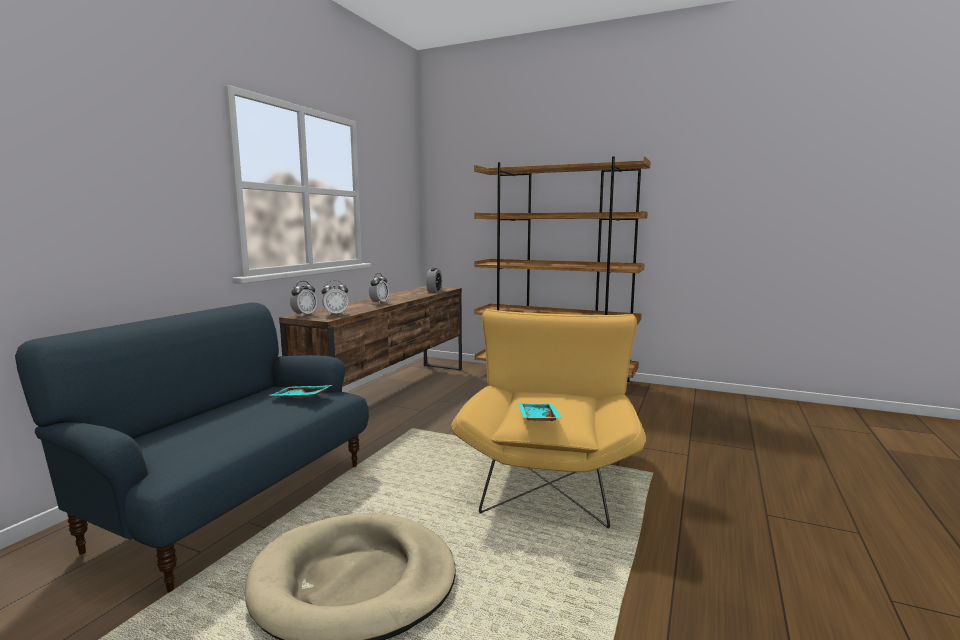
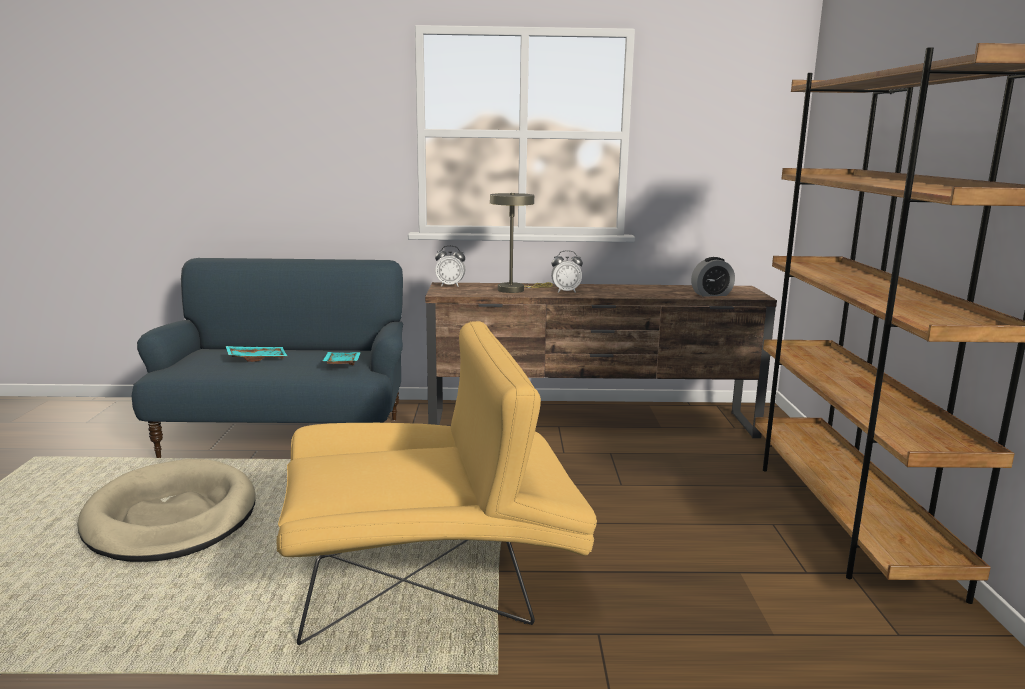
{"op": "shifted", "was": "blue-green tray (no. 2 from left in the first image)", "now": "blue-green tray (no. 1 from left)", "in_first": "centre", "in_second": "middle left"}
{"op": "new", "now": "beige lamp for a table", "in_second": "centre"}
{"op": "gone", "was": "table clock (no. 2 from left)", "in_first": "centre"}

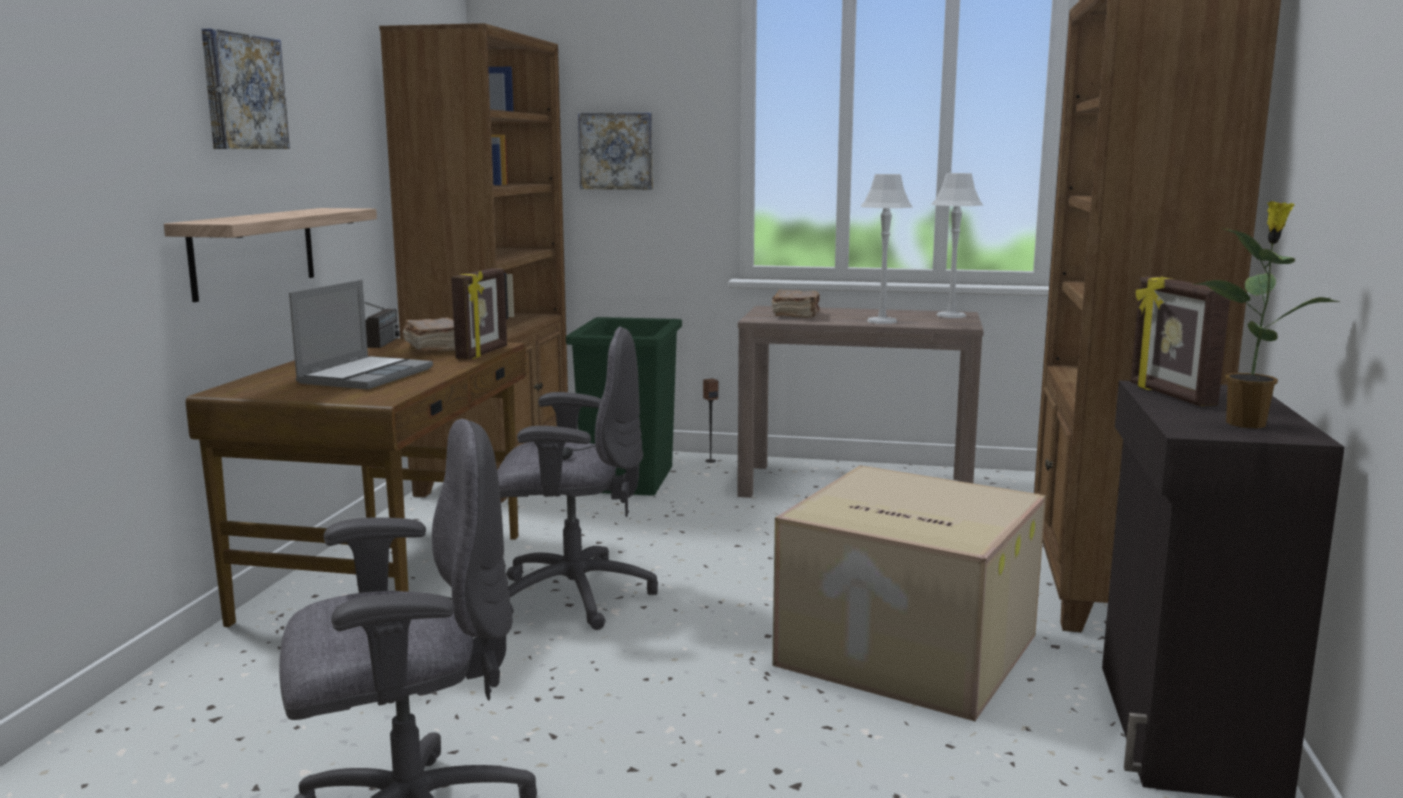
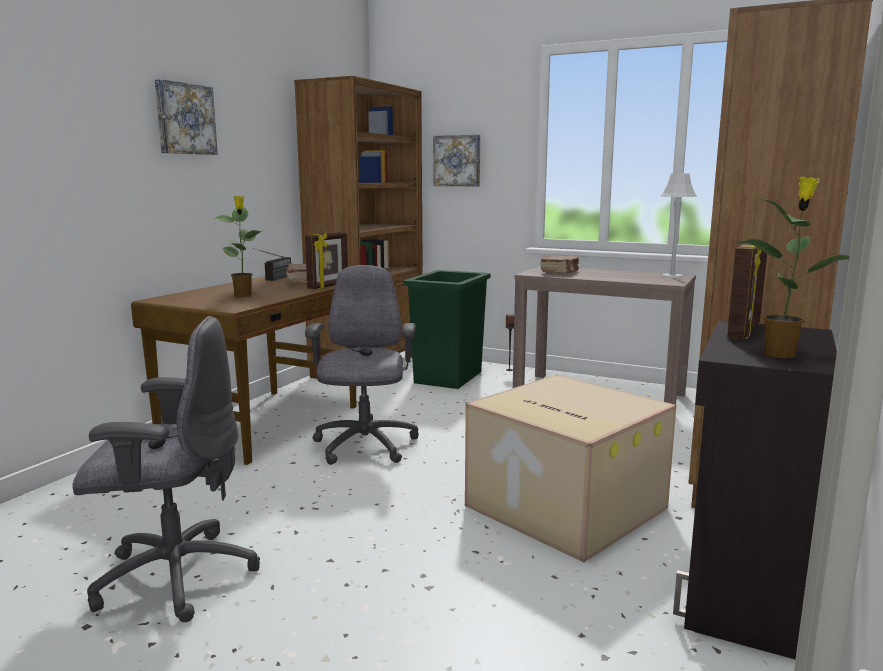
{"op": "swapped", "was": "notebook computer", "now": "houseplant (no. 1 from left)", "in_first": "middle left", "in_second": "middle left"}
{"op": "rotated", "was": "grey desk chair (no. 2 from left)", "in_first": "centre", "in_second": "centre", "clockwise": -105}
{"op": "rotated", "was": "photo frame (no. 2 from left)", "in_first": "middle right", "in_second": "middle right", "clockwise": -150}
{"op": "gone", "was": "shelf", "in_first": "top left"}
{"op": "gone", "was": "grey lamp for a table (no. 1 from left)", "in_first": "top centre"}

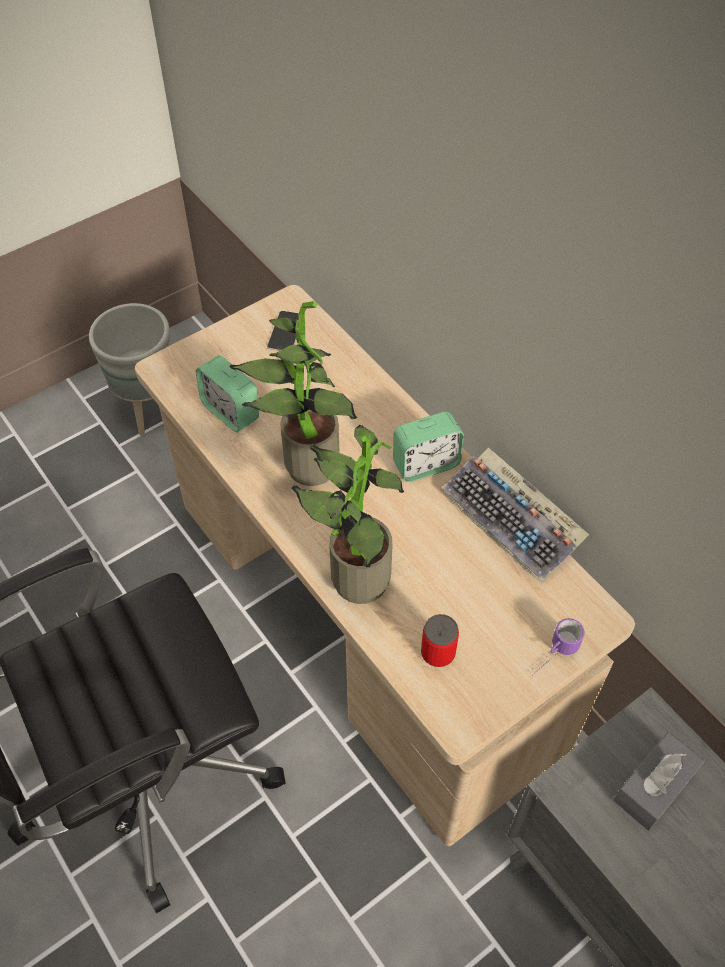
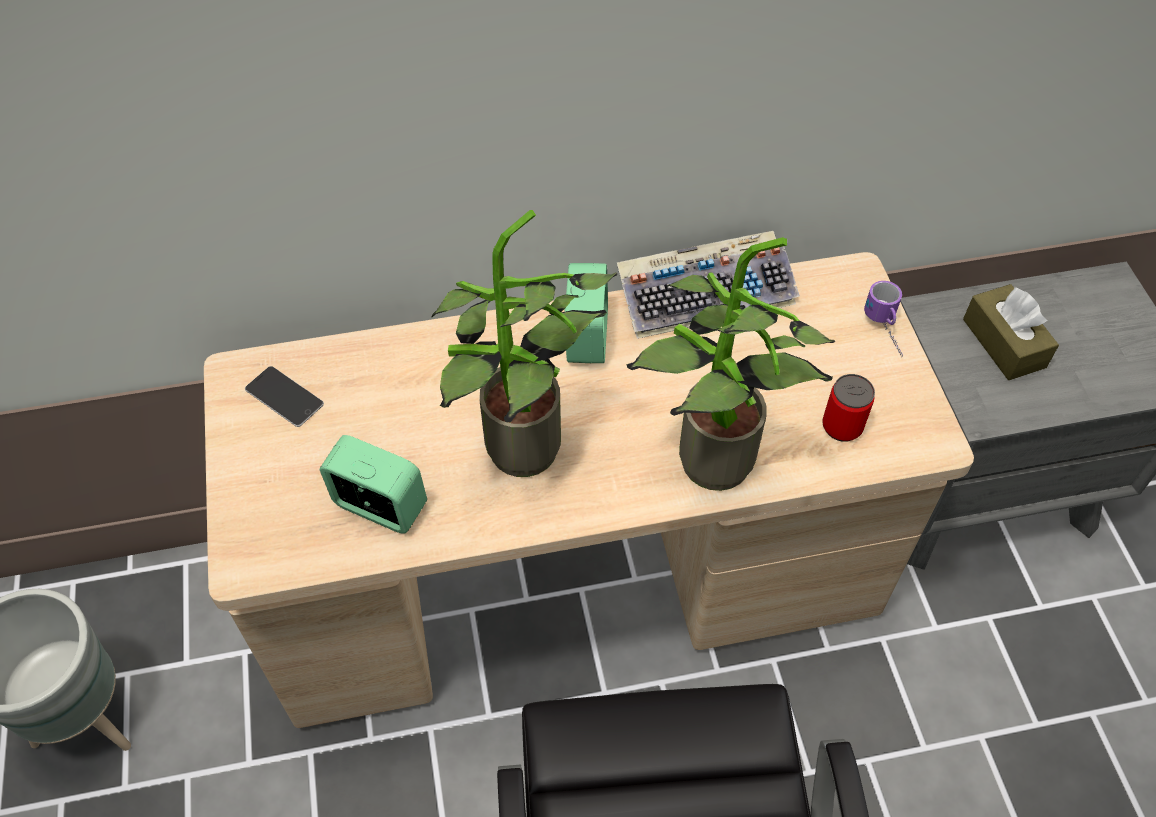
{"op": "rotated", "was": "table clock (no. 1 from left)", "in_first": "middle left", "in_second": "middle left", "clockwise": -135}
{"op": "repainted", "was": "grey box of tissues", "now": "brownish box of tissues", "in_first": "bottom right", "in_second": "middle right"}

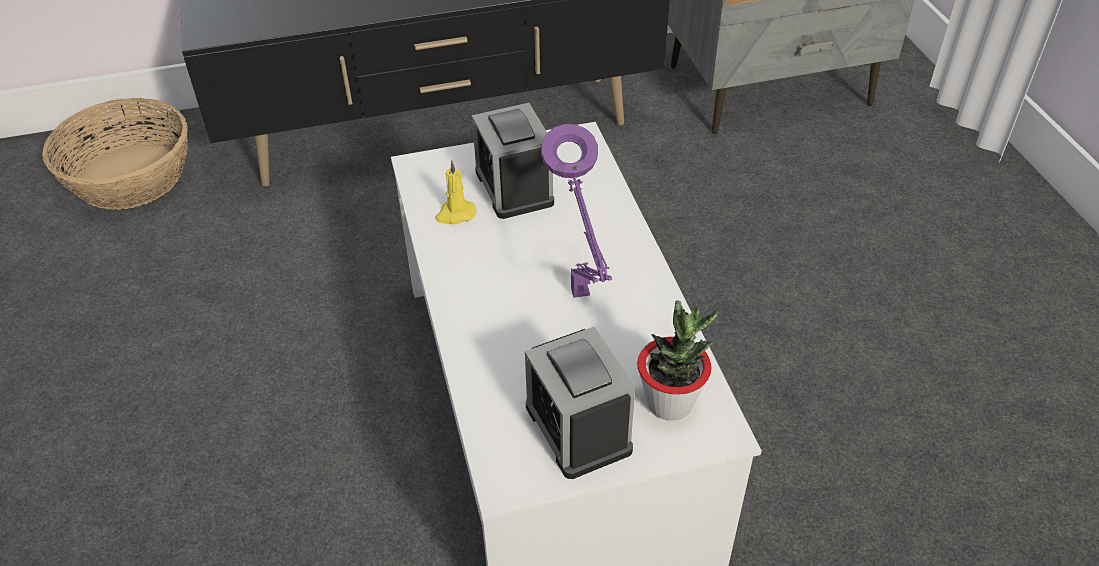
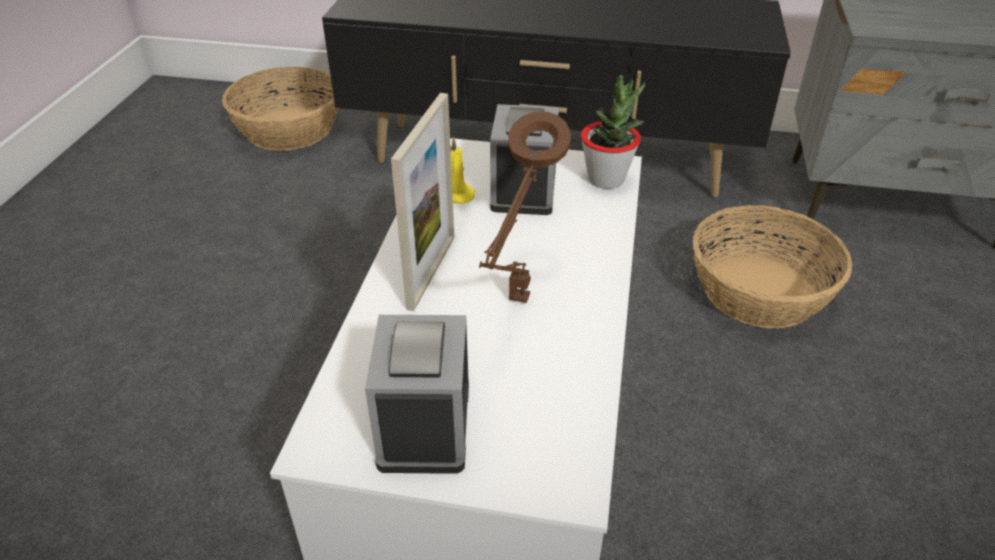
{"op": "new", "now": "photo frame", "in_second": "centre"}
{"op": "repainted", "was": "purple lamp for a table", "now": "brownish lamp for a table", "in_first": "centre", "in_second": "centre"}
{"op": "shifted", "was": "houseplant", "in_first": "centre", "in_second": "top centre"}
{"op": "new", "now": "storage basket (no. 2 from left)", "in_second": "middle right"}

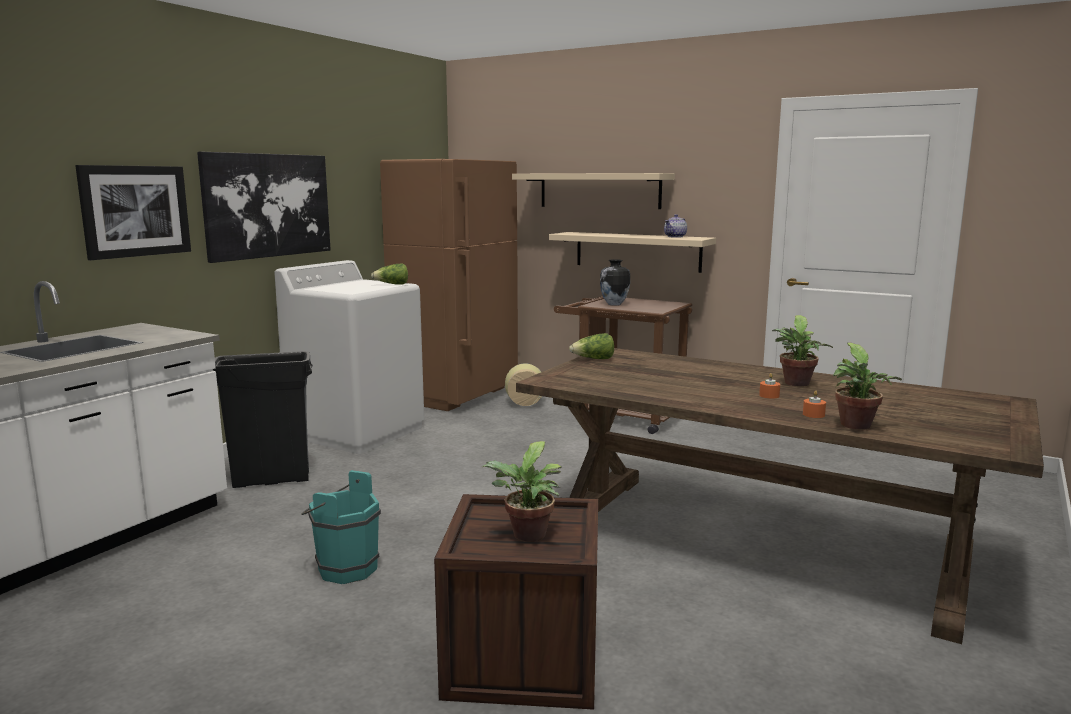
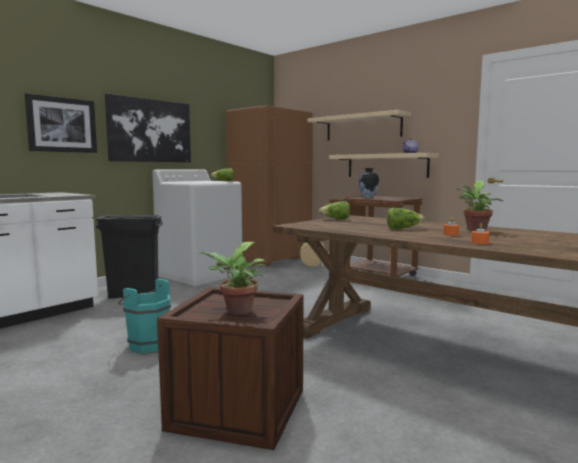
{"op": "new", "now": "lettuce head (no. 3 from left)", "in_second": "middle right"}
{"op": "gone", "was": "houseplant (no. 3 from left)", "in_first": "middle right"}

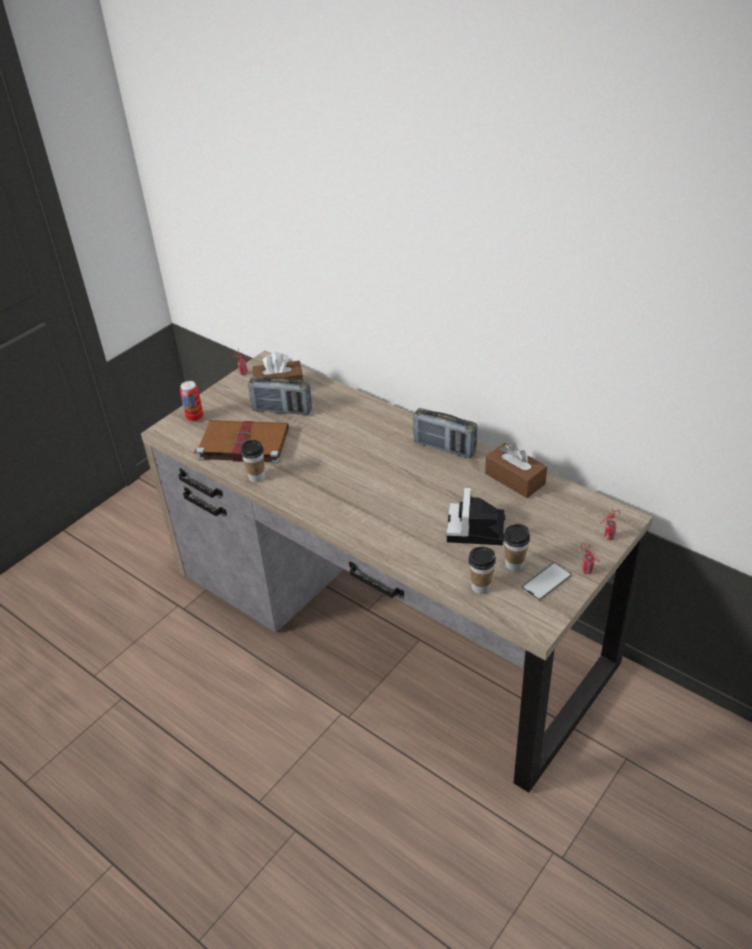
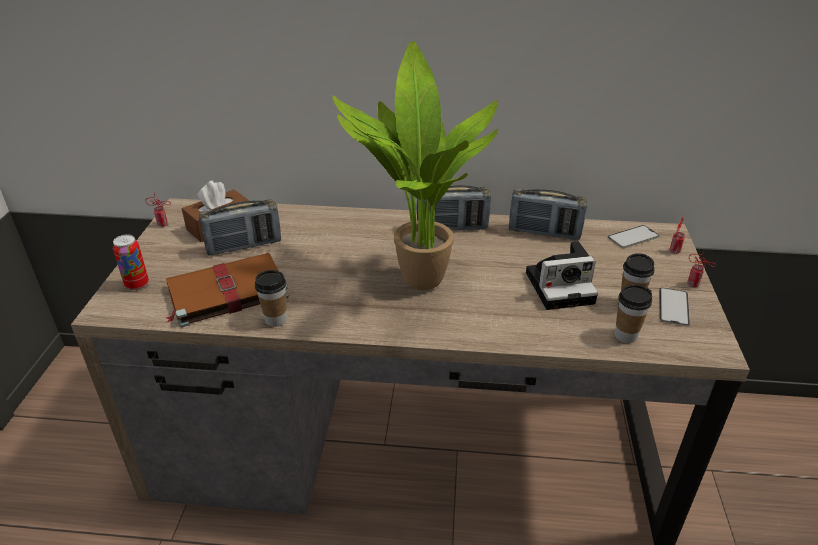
{"op": "new", "now": "houseplant", "in_second": "top centre"}
{"op": "swapped", "was": "brownish box of tissues (no. 2 from left)", "now": "radio set (no. 3 from left)", "in_first": "middle right", "in_second": "middle right"}
{"op": "rotated", "was": "still camera", "in_first": "centre", "in_second": "middle right", "clockwise": -75}
{"op": "new", "now": "telephone (no. 1 from left)", "in_second": "middle right"}

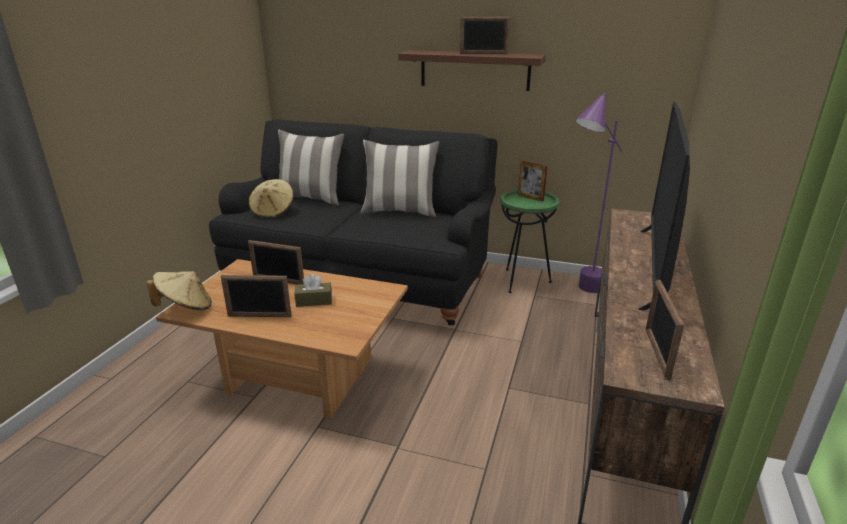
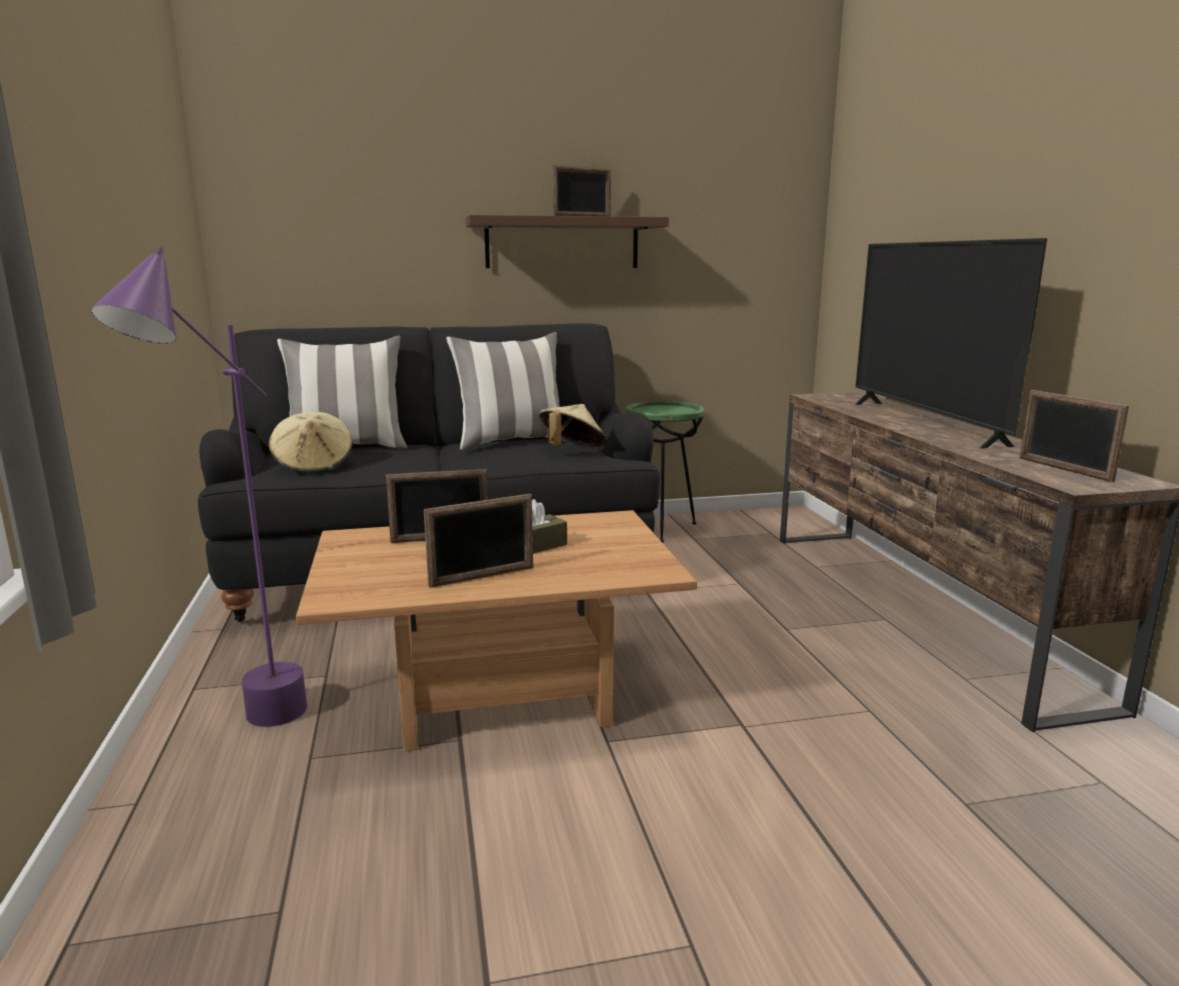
{"op": "shifted", "was": "purple standing lamp", "in_first": "middle right", "in_second": "middle left"}
{"op": "shifted", "was": "beige wearable hat (no. 1 from left in the first image)", "now": "beige wearable hat (no. 2 from left)", "in_first": "middle left", "in_second": "centre"}
{"op": "gone", "was": "photo frame (no. 4 from left)", "in_first": "centre"}

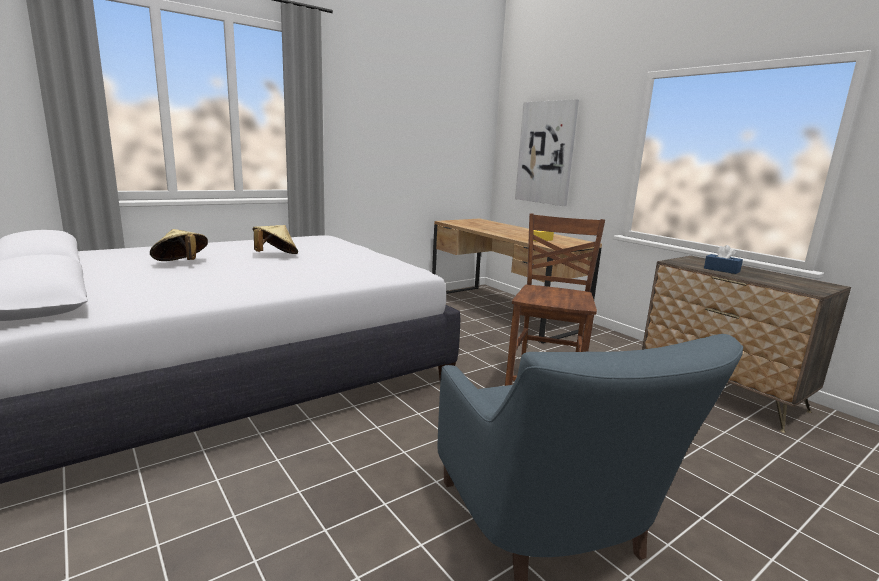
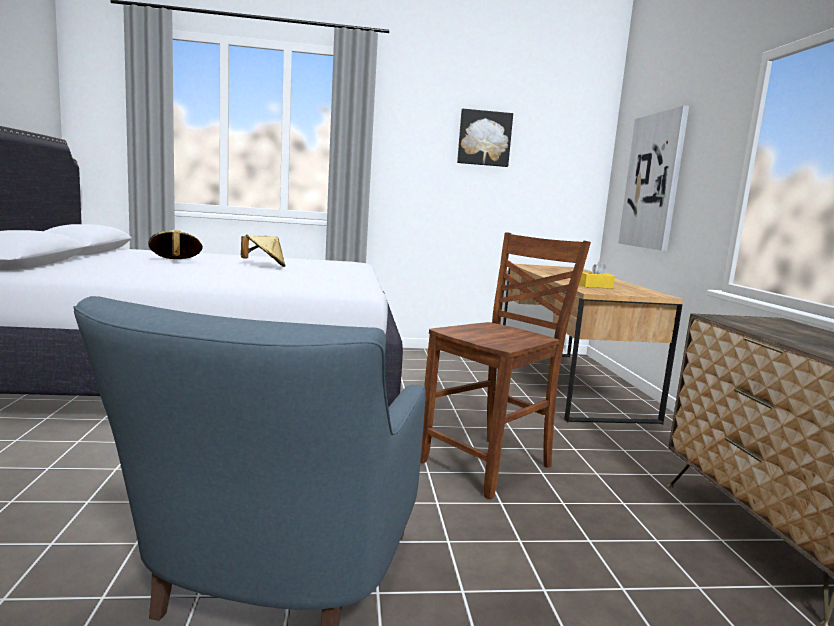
{"op": "new", "now": "picture (no. 1 from left)", "in_second": "top centre"}
{"op": "gone", "was": "bluish box of tissues", "in_first": "middle right"}

